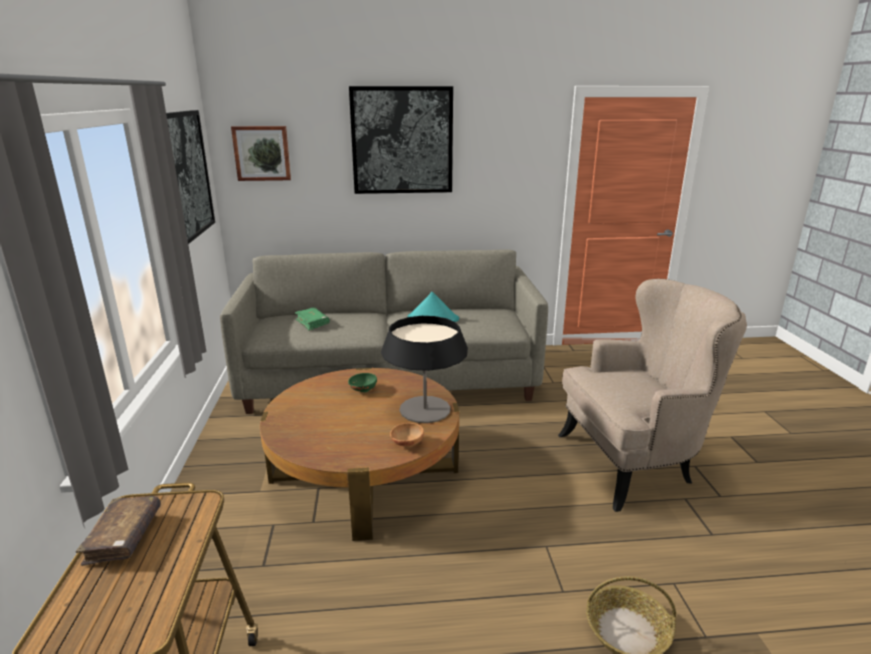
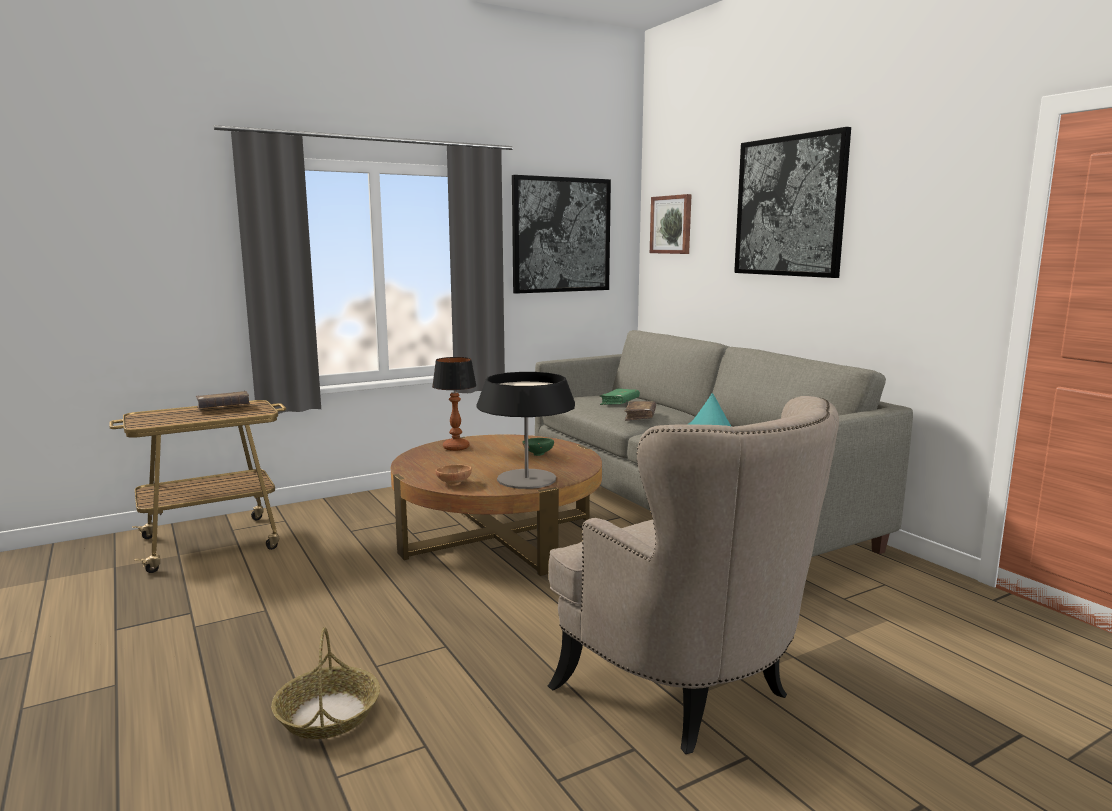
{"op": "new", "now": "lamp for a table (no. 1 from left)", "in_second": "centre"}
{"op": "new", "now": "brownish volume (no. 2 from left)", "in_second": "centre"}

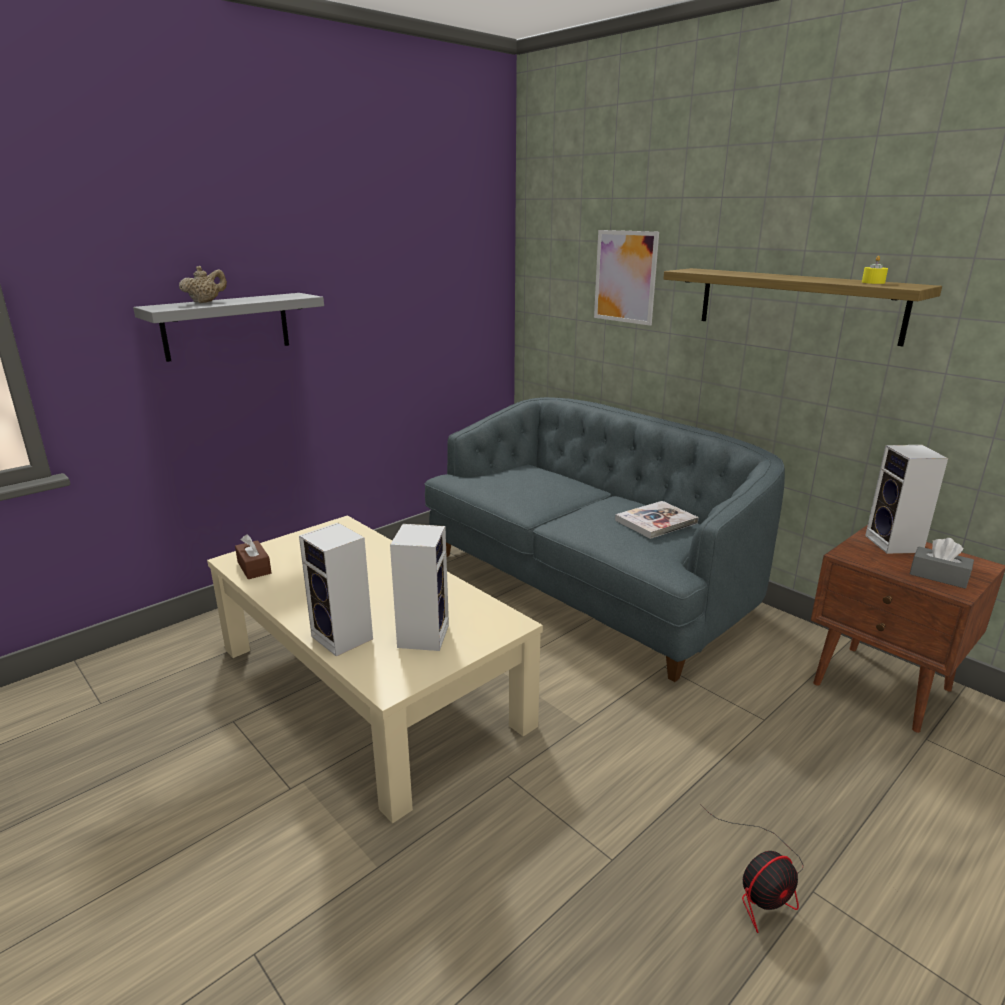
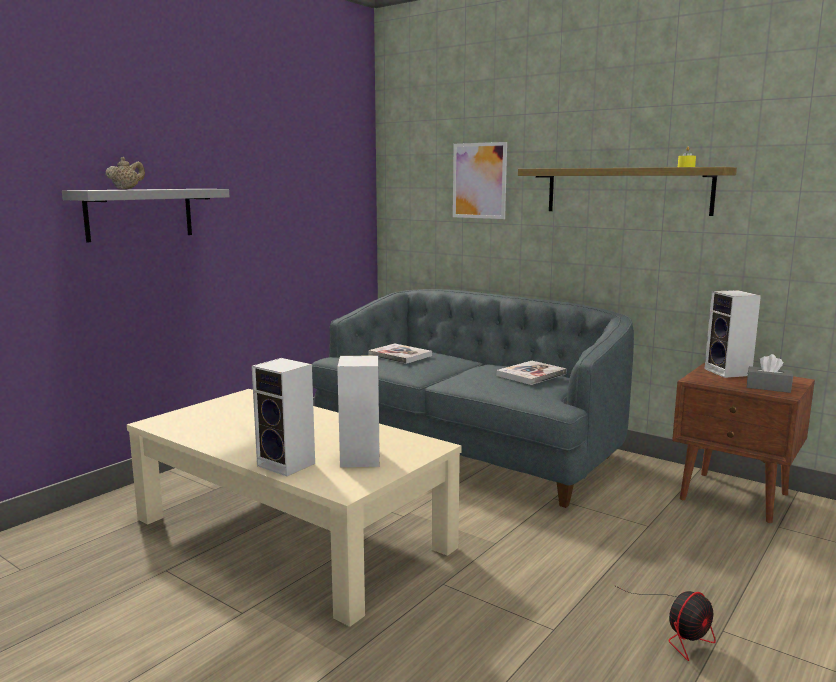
{"op": "new", "now": "volume (no. 1 from left)", "in_second": "centre"}
{"op": "gone", "was": "brownish box of tissues", "in_first": "middle left"}

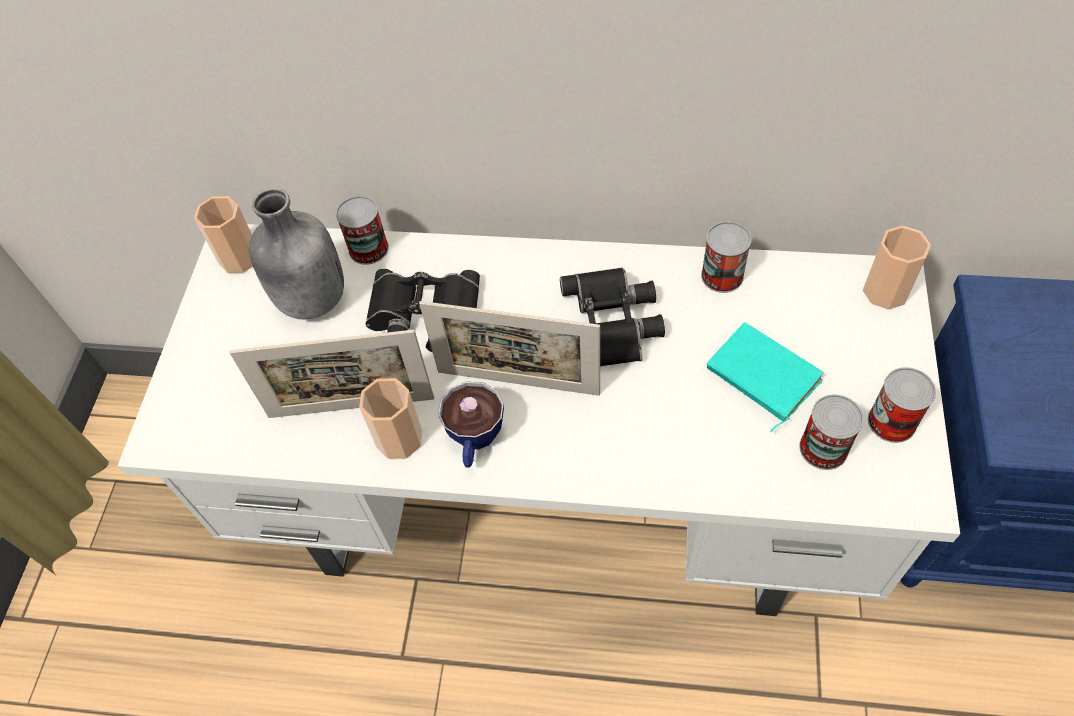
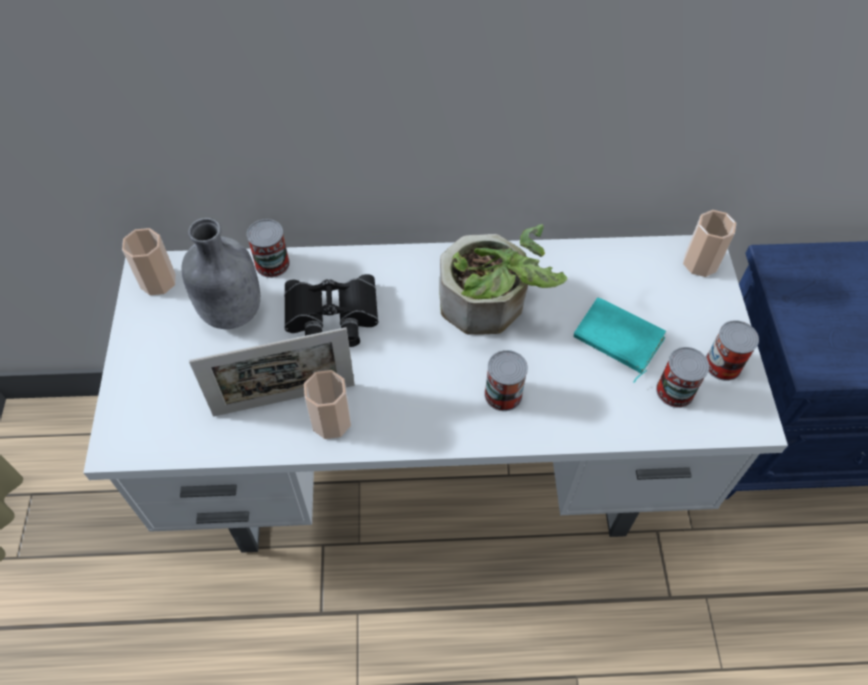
{"op": "swapped", "was": "black-coloured field glasses (no. 2 from left)", "now": "houseplant", "in_first": "centre", "in_second": "centre"}
{"op": "shifted", "was": "can (no. 2 from left)", "in_first": "middle right", "in_second": "centre"}
{"op": "gone", "was": "photo frame (no. 2 from left)", "in_first": "centre"}
{"op": "gone", "was": "cup (no. 3 from left)", "in_first": "centre"}

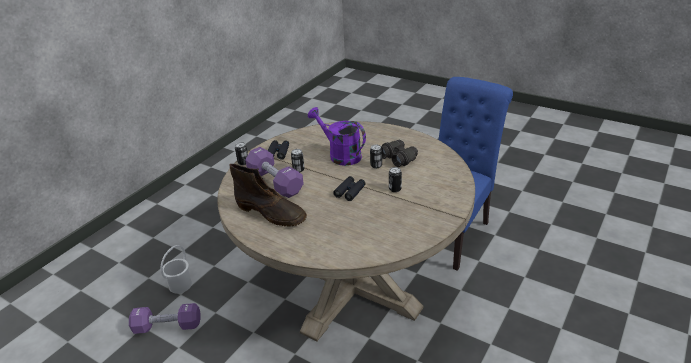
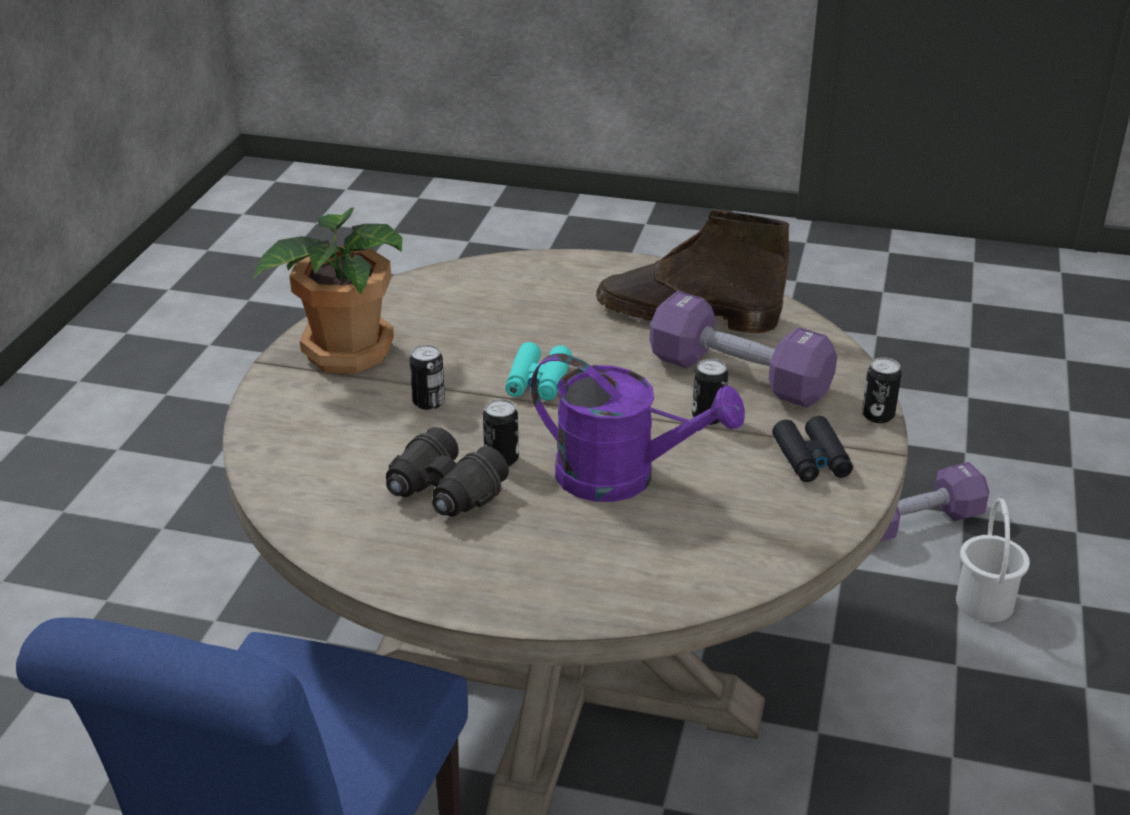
{"op": "new", "now": "houseplant", "in_second": "middle left"}
{"op": "repainted", "was": "black-coloured field glasses (no. 2 from left)", "now": "blue-green field glasses", "in_first": "centre", "in_second": "centre"}

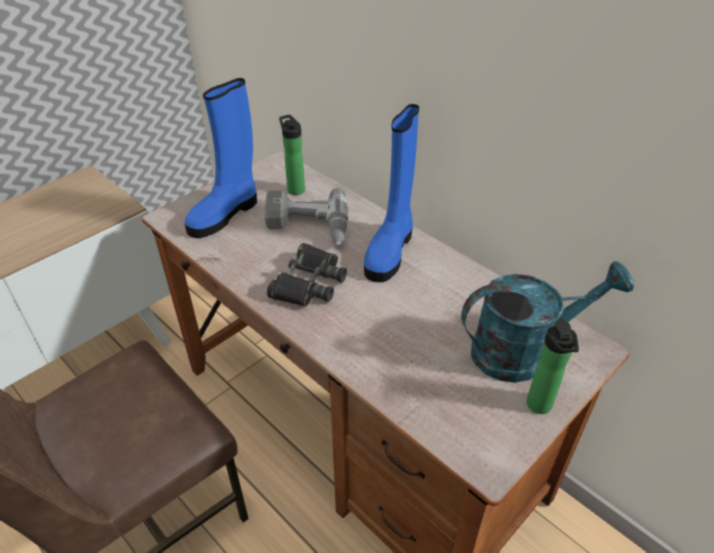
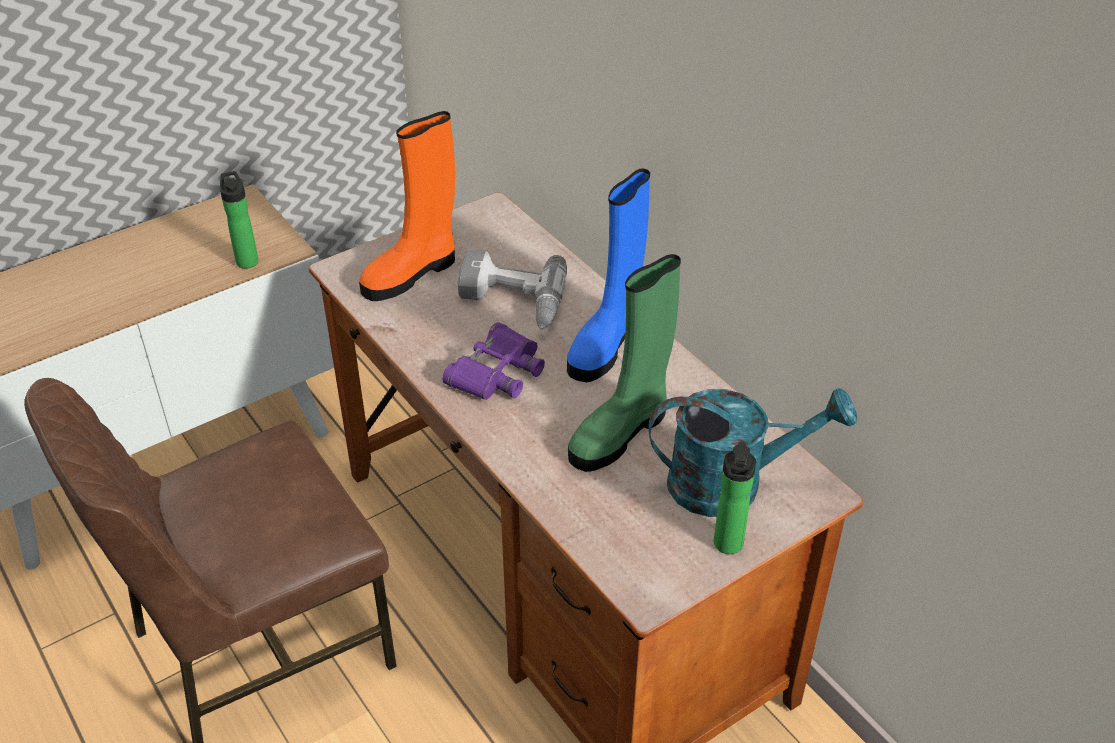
{"op": "shifted", "was": "drink bottle (no. 1 from left)", "in_first": "top centre", "in_second": "top left"}
{"op": "repainted", "was": "bluish high-top boot (no. 1 from left)", "now": "orange high-top boot", "in_first": "top left", "in_second": "top centre"}
{"op": "repainted", "was": "black-coloured field glasses", "now": "purple field glasses", "in_first": "centre", "in_second": "centre"}
{"op": "new", "now": "greenish high-top boot", "in_second": "centre"}

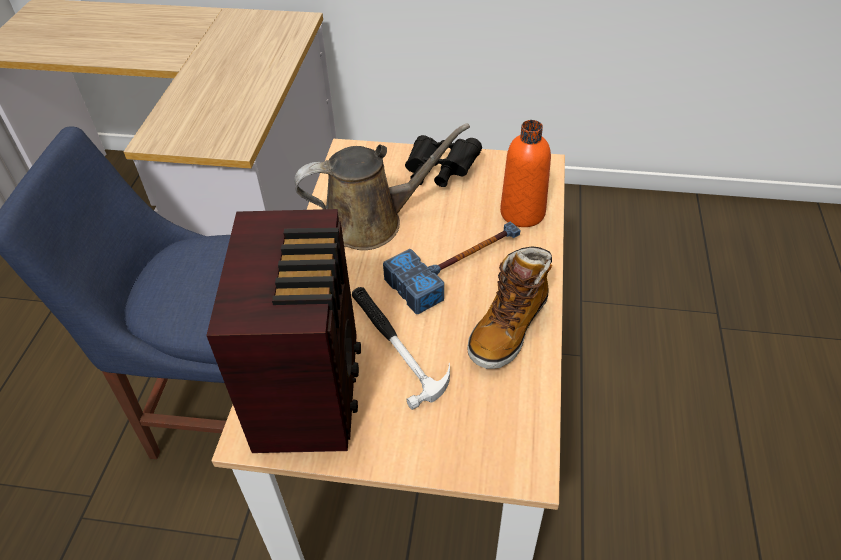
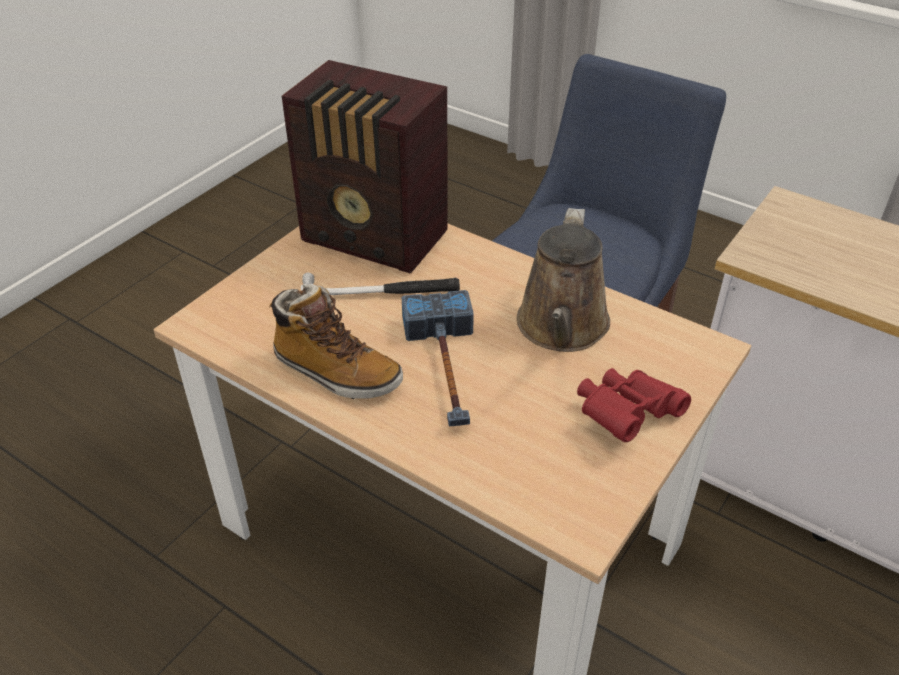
{"op": "rotated", "was": "high-top boot", "in_first": "centre", "in_second": "centre", "clockwise": 150}
{"op": "repainted", "was": "black-coloured field glasses", "now": "red-coloured field glasses", "in_first": "top centre", "in_second": "middle right"}
{"op": "gone", "was": "orange drink bottle", "in_first": "top centre"}

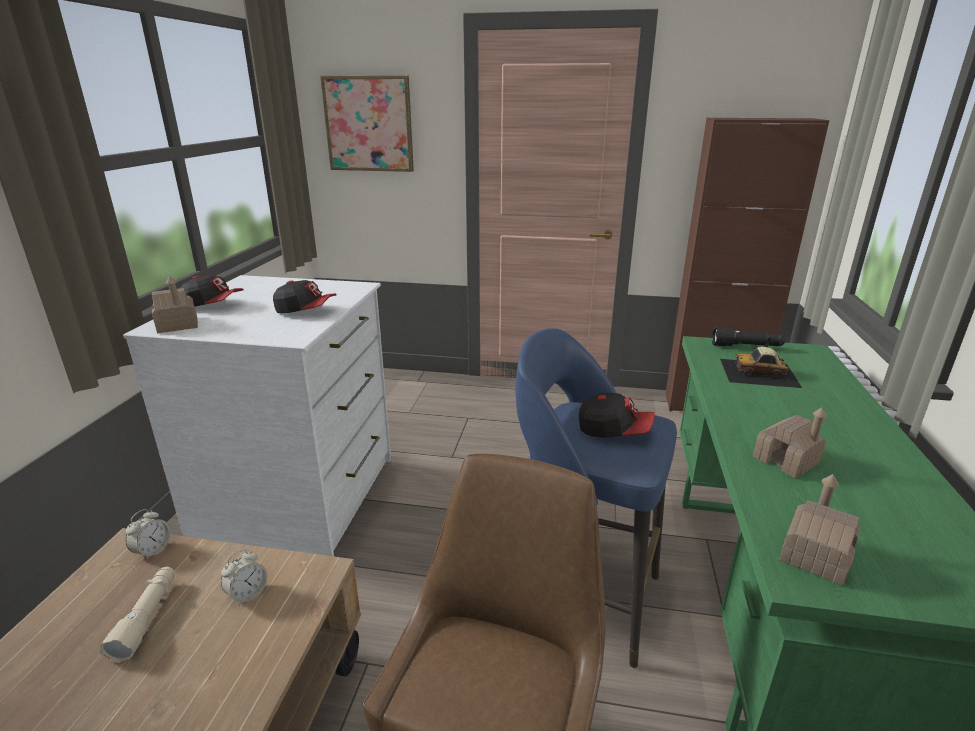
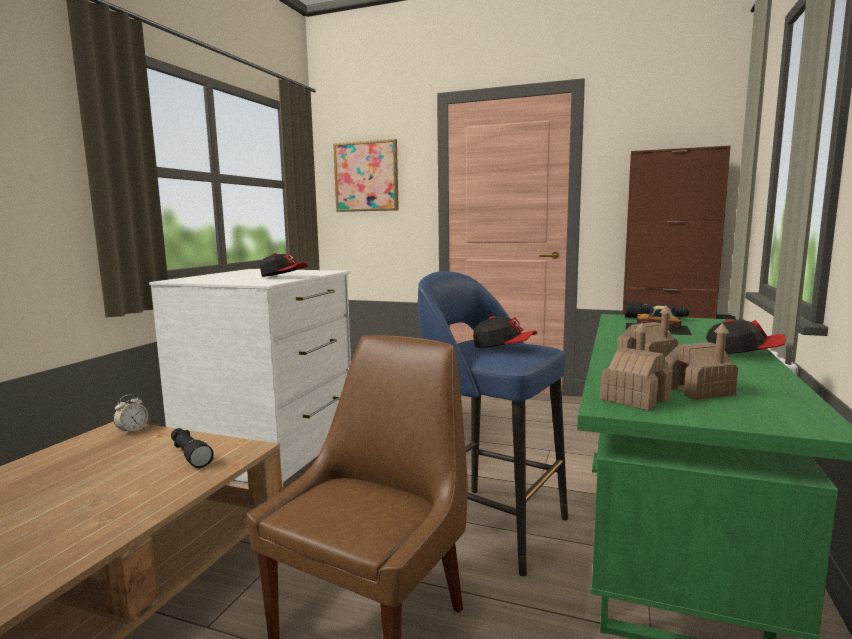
{"op": "swapped", "was": "table clock (no. 2 from left)", "now": "black-coloured flashlight (no. 1 from left)", "in_first": "bottom left", "in_second": "bottom left"}
{"op": "shifted", "was": "model house (no. 1 from left in the first image)", "now": "model house (no. 3 from left)", "in_first": "middle left", "in_second": "middle right"}
{"op": "shifted", "was": "baseball cap (no. 1 from left in the first image)", "now": "baseball cap (no. 3 from left)", "in_first": "middle left", "in_second": "middle right"}
{"op": "gone", "was": "beige flashlight", "in_first": "bottom left"}

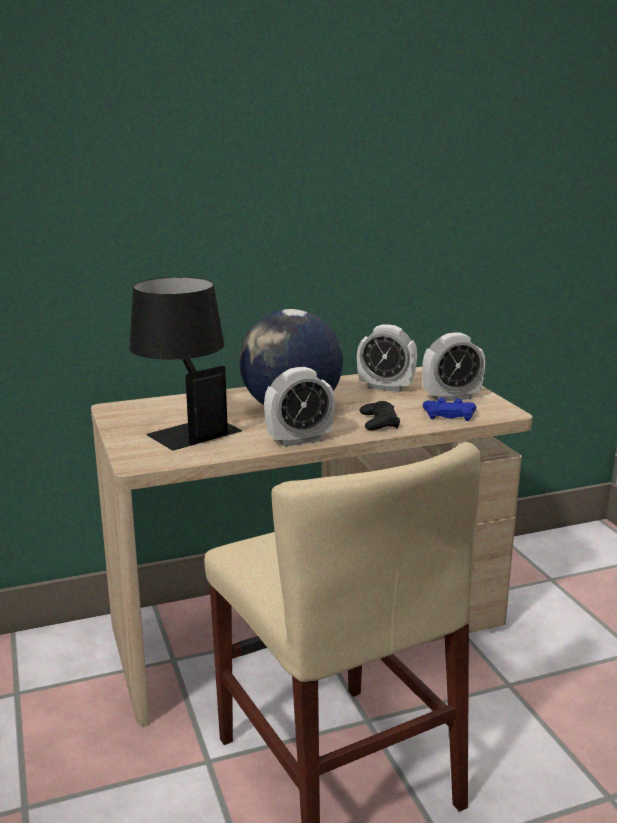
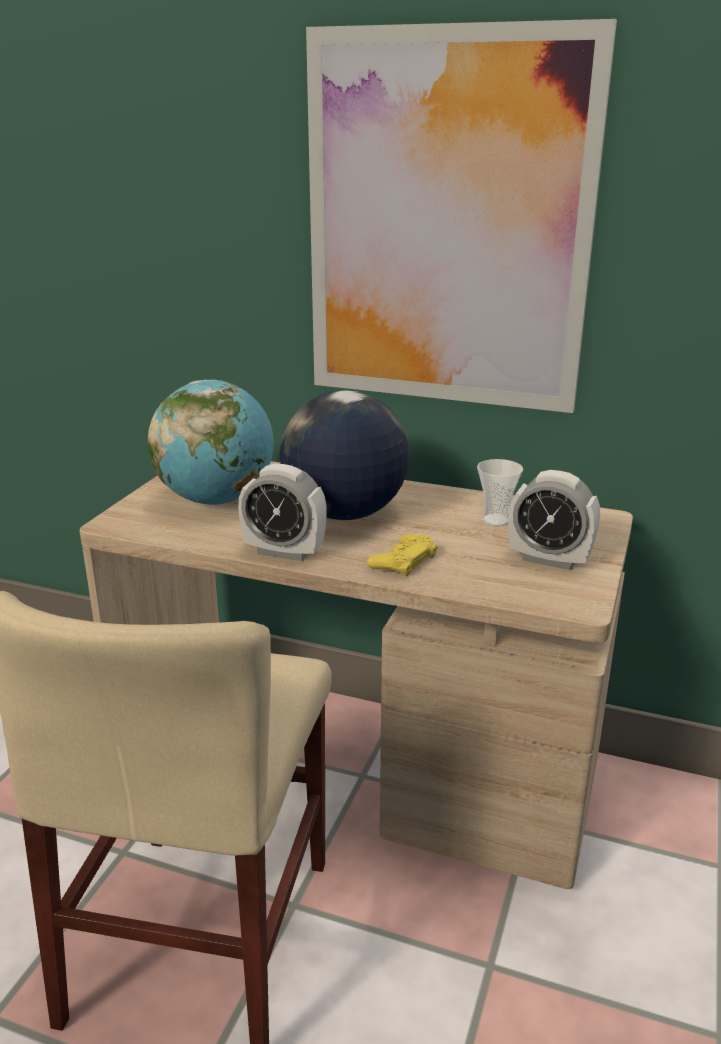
{"op": "swapped", "was": "black-coloured lamp for a table", "now": "globe (no. 1 from left)", "in_first": "middle left", "in_second": "middle left"}
{"op": "new", "now": "picture", "in_second": "top centre"}
{"op": "repainted", "was": "black-coloured game controller", "now": "yellowish game controller", "in_first": "centre", "in_second": "centre"}
{"op": "swapped", "was": "table clock (no. 2 from left)", "now": "cup", "in_first": "centre", "in_second": "middle right"}
{"op": "gone", "was": "bluish game controller", "in_first": "middle right"}

